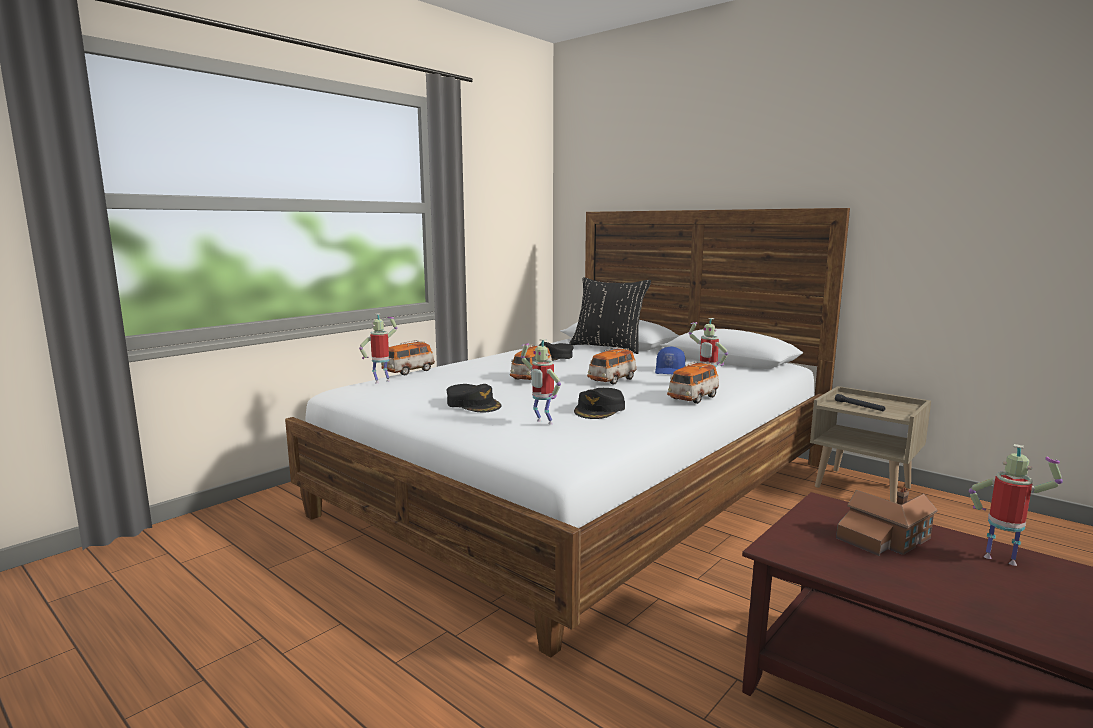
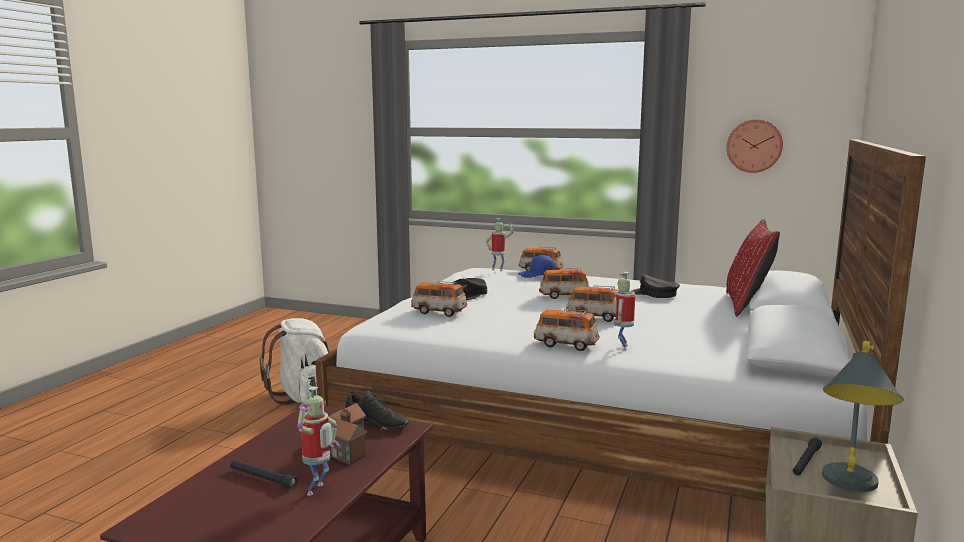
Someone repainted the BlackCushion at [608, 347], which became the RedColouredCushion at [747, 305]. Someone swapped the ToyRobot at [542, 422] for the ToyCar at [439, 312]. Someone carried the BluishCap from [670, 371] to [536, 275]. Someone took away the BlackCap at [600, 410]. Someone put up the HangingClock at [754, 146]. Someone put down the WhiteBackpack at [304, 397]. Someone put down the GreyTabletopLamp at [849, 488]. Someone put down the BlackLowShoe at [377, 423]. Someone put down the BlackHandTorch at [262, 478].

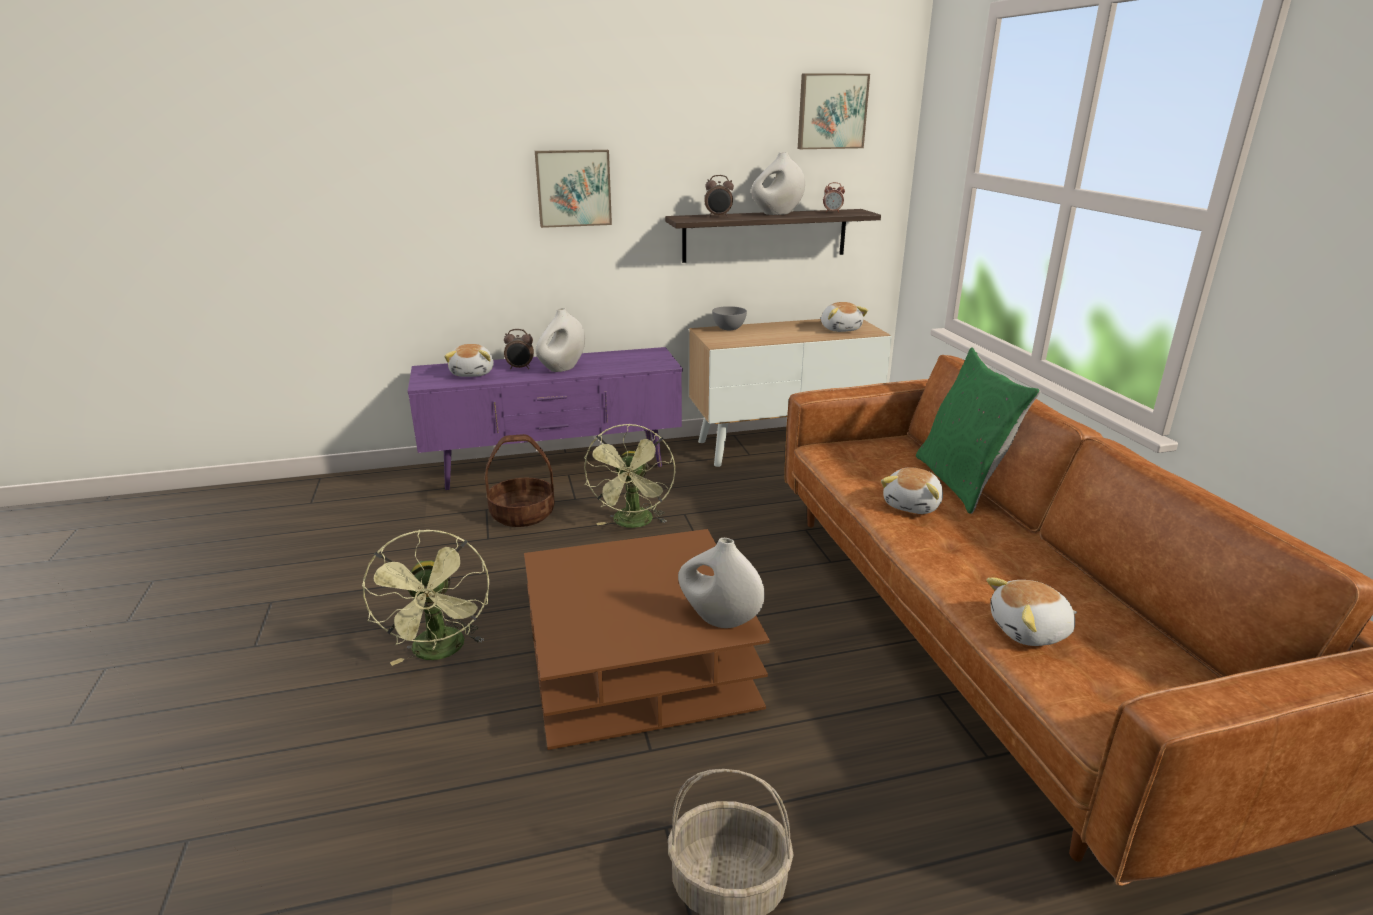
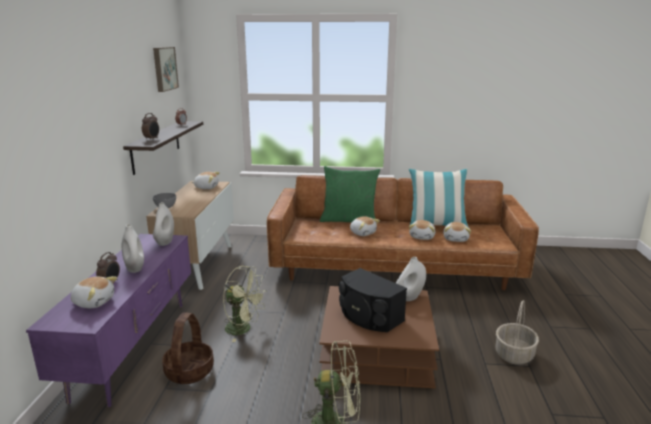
Someone took away the Picture at [573, 188]. Someone carried the WhiteFlowerVase from [777, 213] to [165, 242]. Someone put down the Cushion at [436, 225]. Someone put down the SoftToy at [422, 237]. Someone put down the BlackSpeaker at [369, 316].

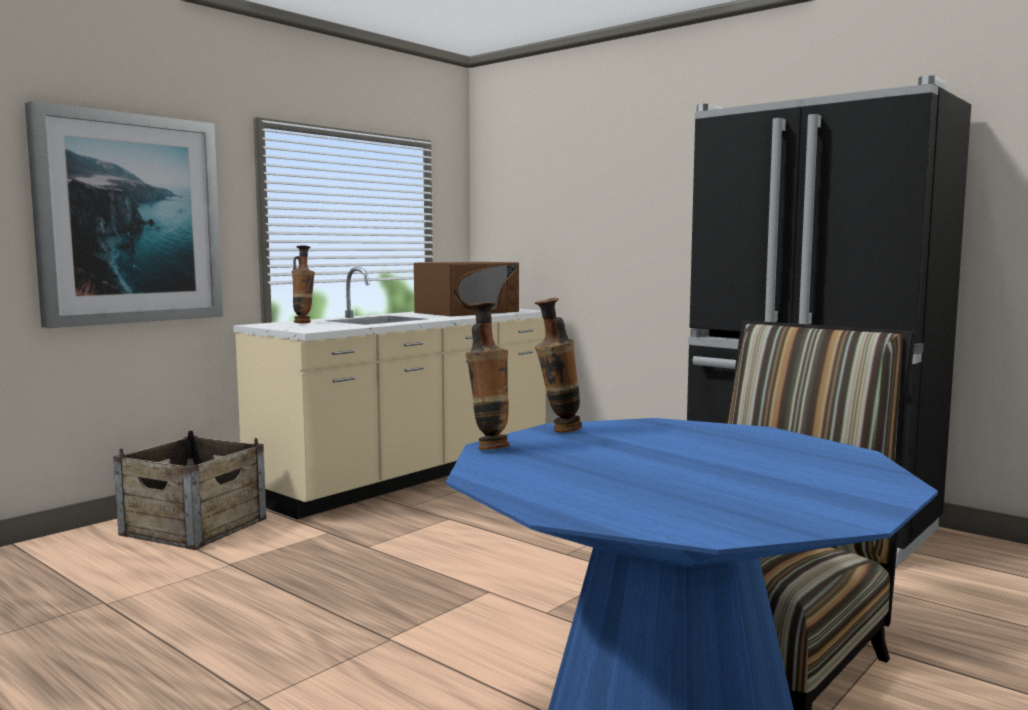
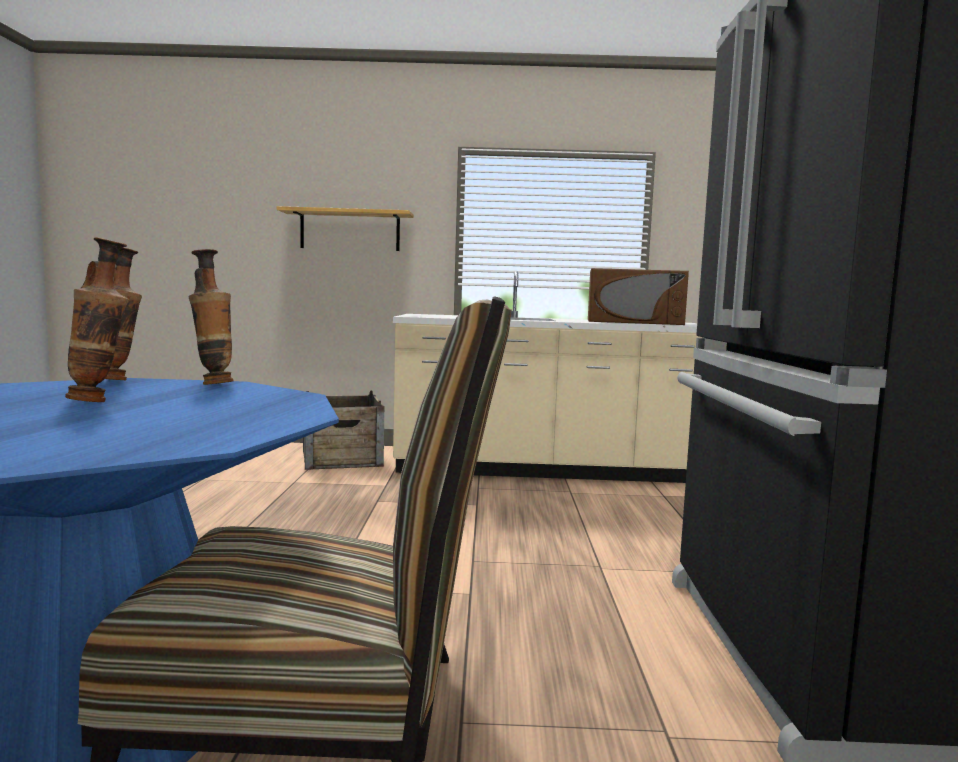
Someone swapped the Picture at [129, 219] for the BracketShelf at [350, 231]. Someone carried the FlowerVase from [304, 323] to [100, 401].

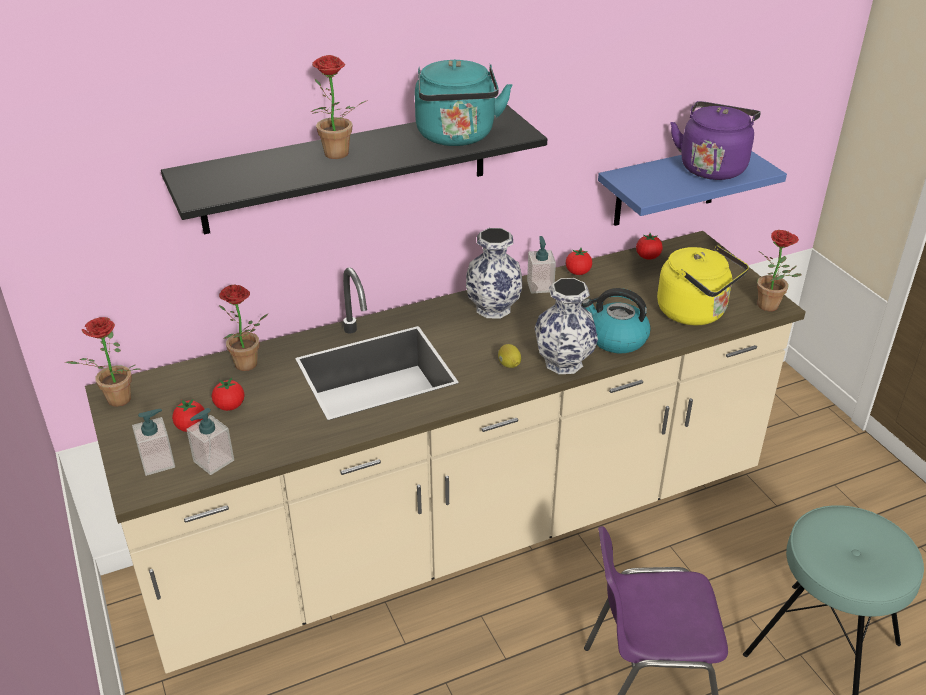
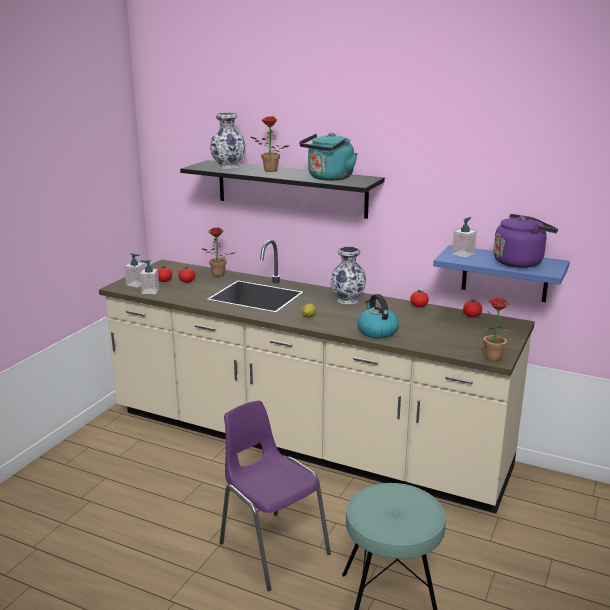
Someone carried the SoapBottle from [540, 286] to [463, 254]. Someone took away the YellowishTeaKettle at [695, 313]. Someone carried the FlowerVase from [564, 363] to [228, 166]. Someone took away the PottedPlant at [115, 402].

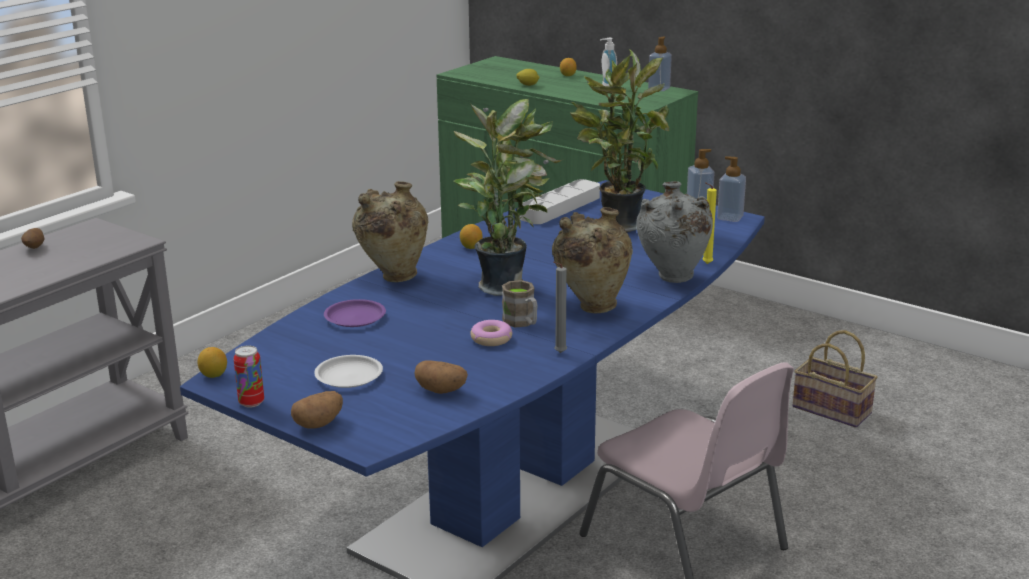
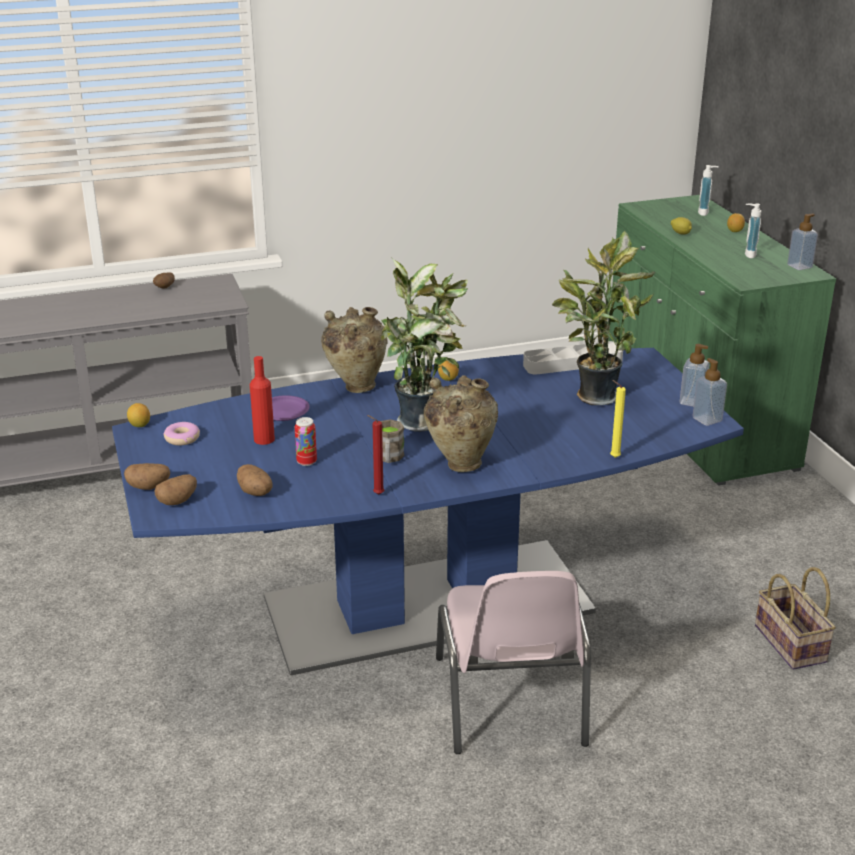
Someone took away the GreyFlowerVase at [672, 278]. Someone repainted the GreyCandle at [558, 353], which became the RedColouredCandle at [376, 494]. Someone carried the Donut from [491, 339] to [182, 438]. Someone carried the MetalCan from [251, 402] to [306, 462]. Someone took away the WhiteFlatDish at [349, 376]. Someone put down the SoapBottle at [705, 212]. Someone put down the RedColouredDrinkBottle at [264, 439]. Someone put down the WholePotato at [177, 501].

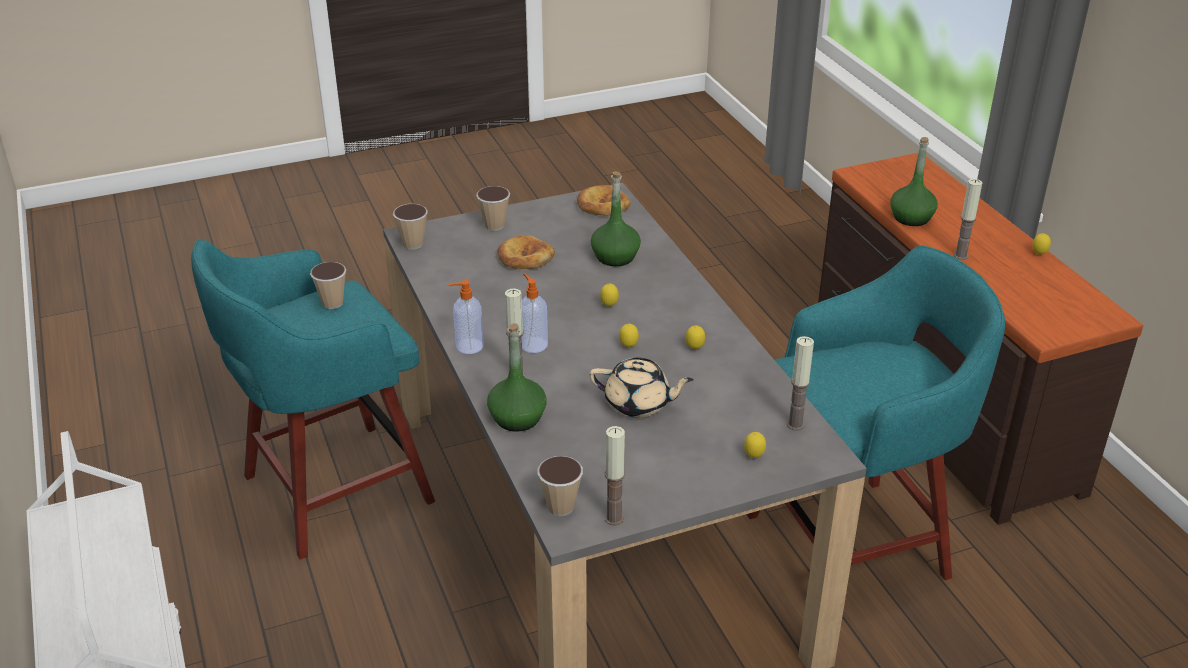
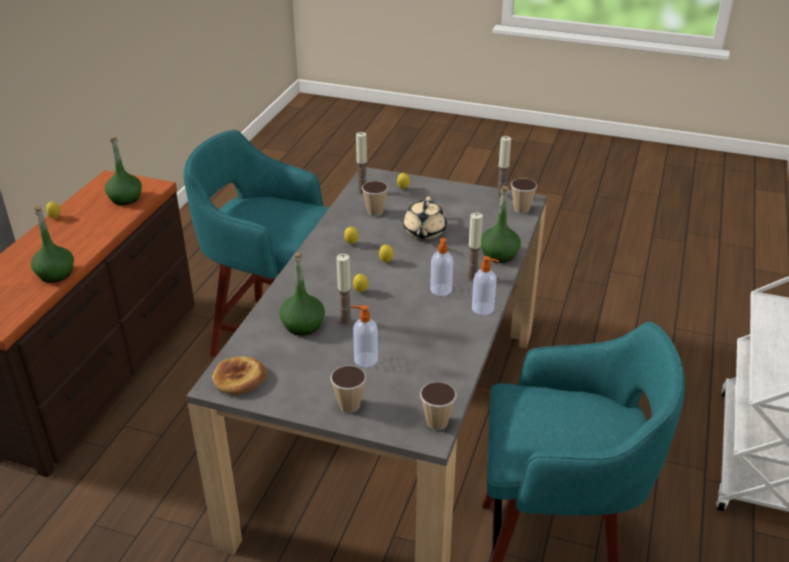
Someone carried the Candle from [961, 255] to [345, 321]. Someone swapped the BakedBread at [525, 257] for the SoapBottle at [365, 359]. Someone carried the Cup from [332, 303] to [375, 212]. Someone rotated the BeigePotForTea at [638, 404] by 135 degrees counterclockwise. Someone put down the GreenColouredDrinkBottle at [125, 198].

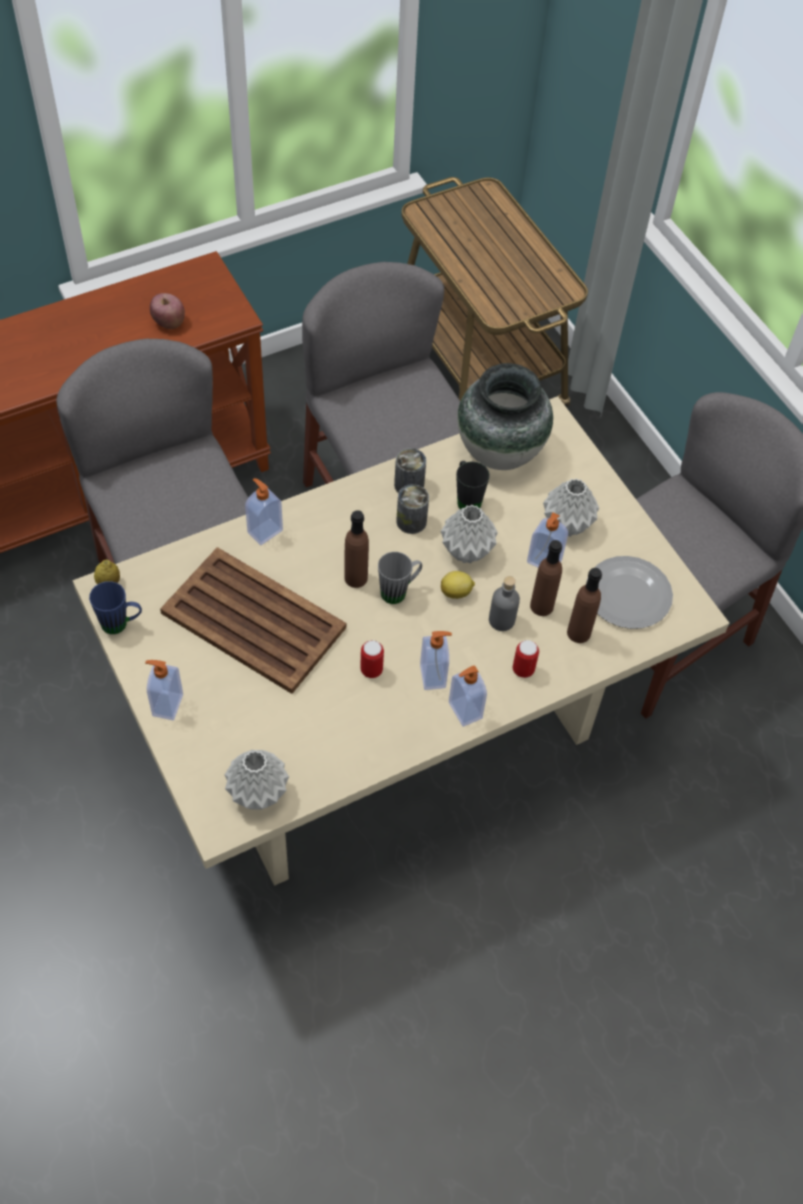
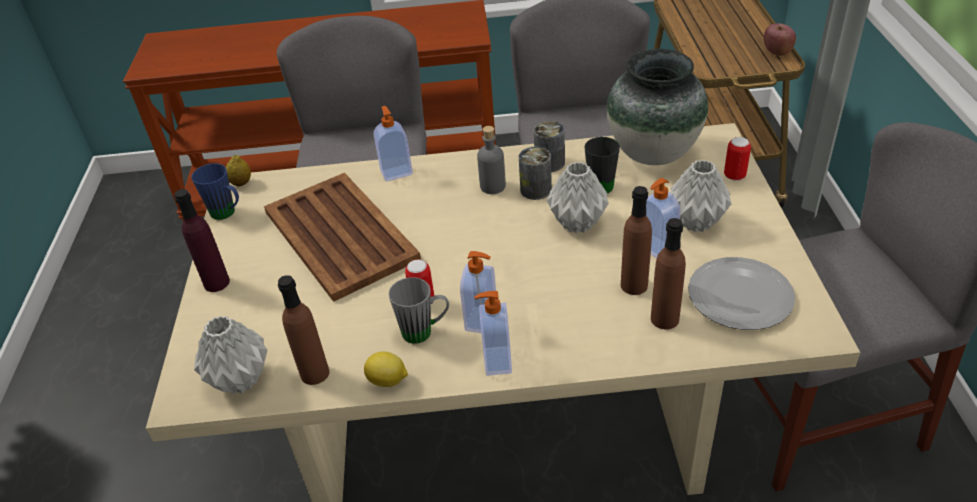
Someone carried the WholeApple from [169, 322] to [777, 52]. Someone carried the BrownColouredDrinkBottle from [356, 578] to [314, 373]. Someone carried the GreyTeaMug from [399, 591] to [424, 332]. Someone carried the CitrusFruit from [456, 592] to [388, 381]. Someone carried the GreyDrinkBottle from [501, 620] to [492, 186]. Someone carried the MetalCan from [523, 670] to [734, 176]. Someone swapped the SoapBottle at [166, 705] for the PurpleColouredDrinkBottle at [216, 283].

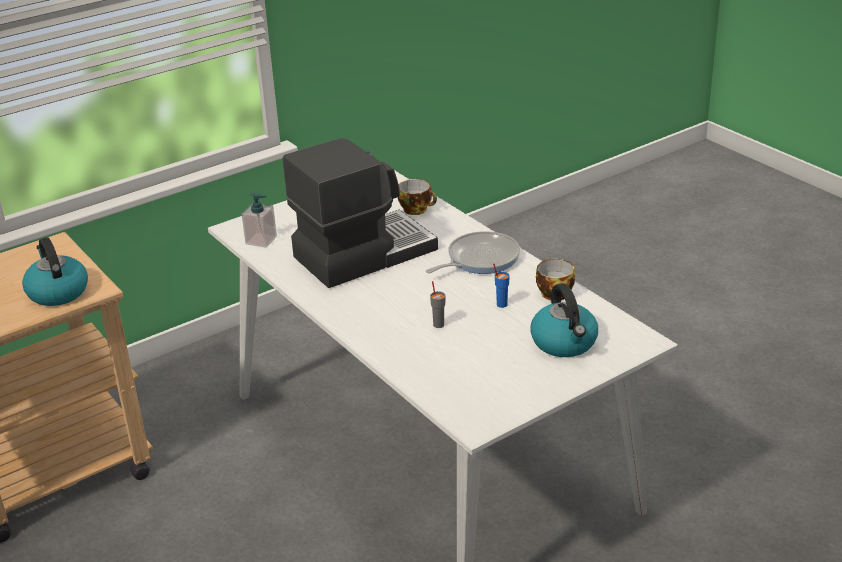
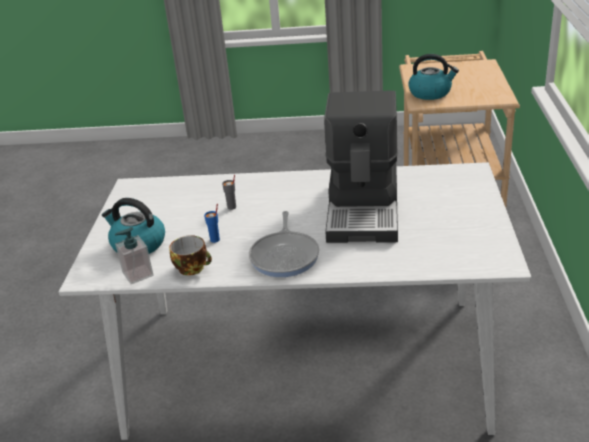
Someone took away the Cup at [417, 209]. Someone carried the SoapBottle from [261, 240] to [137, 274].

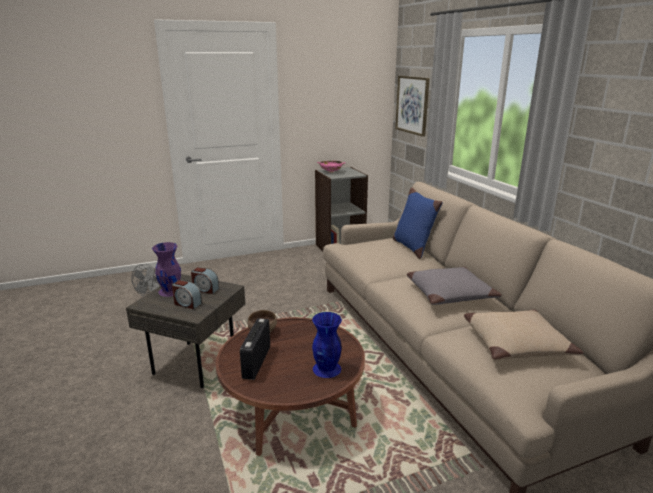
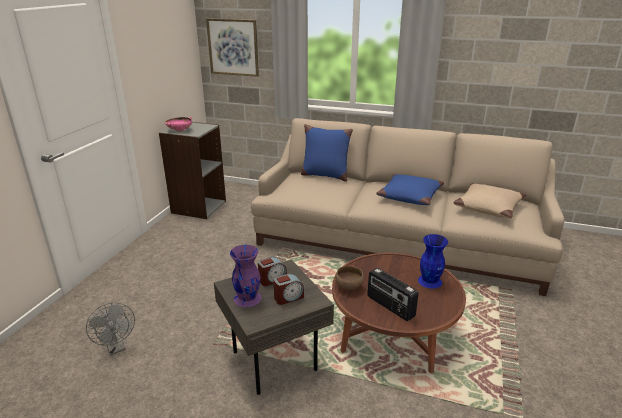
Someone repainted the GreyCushion at [449, 294], which became the BluishCushion at [409, 196].

